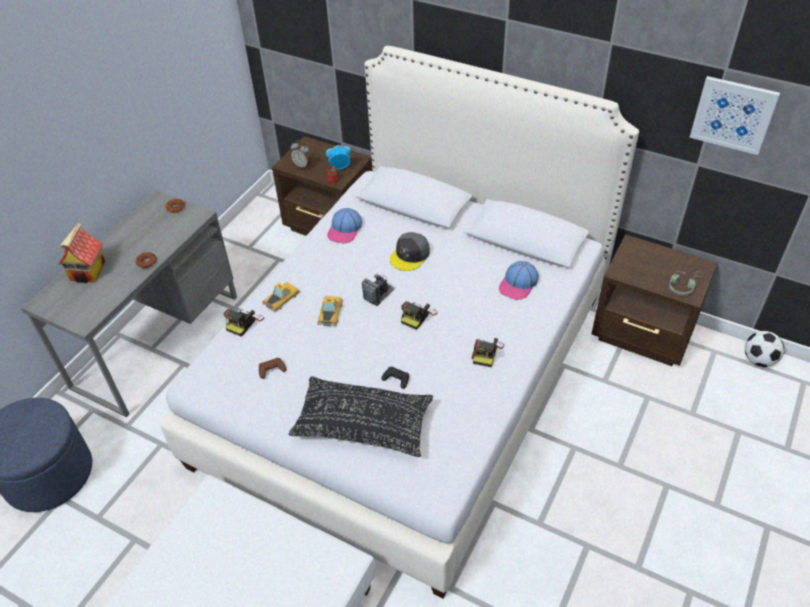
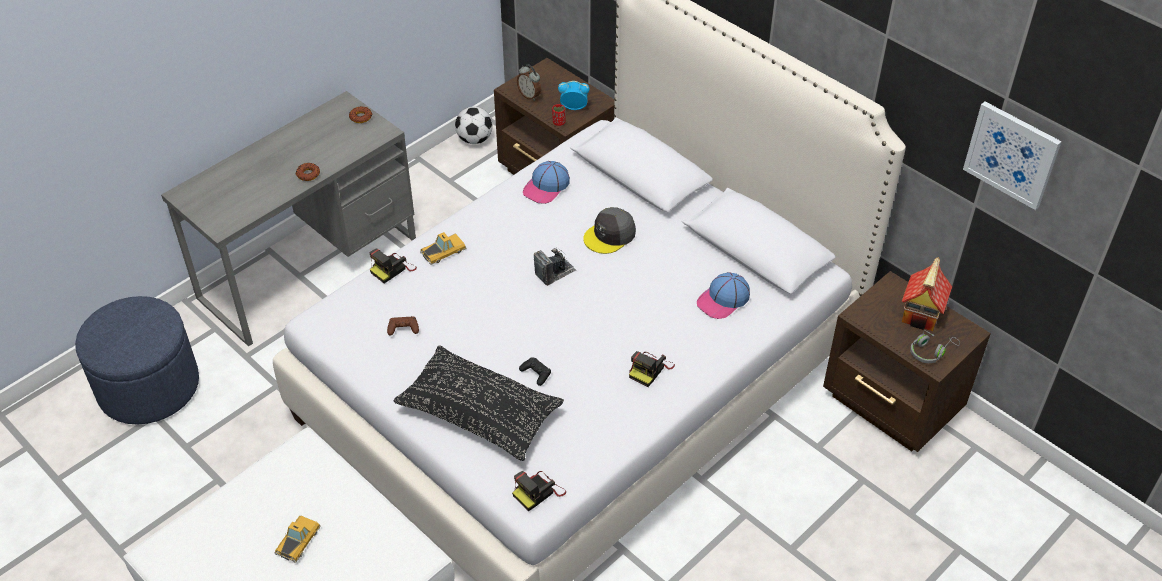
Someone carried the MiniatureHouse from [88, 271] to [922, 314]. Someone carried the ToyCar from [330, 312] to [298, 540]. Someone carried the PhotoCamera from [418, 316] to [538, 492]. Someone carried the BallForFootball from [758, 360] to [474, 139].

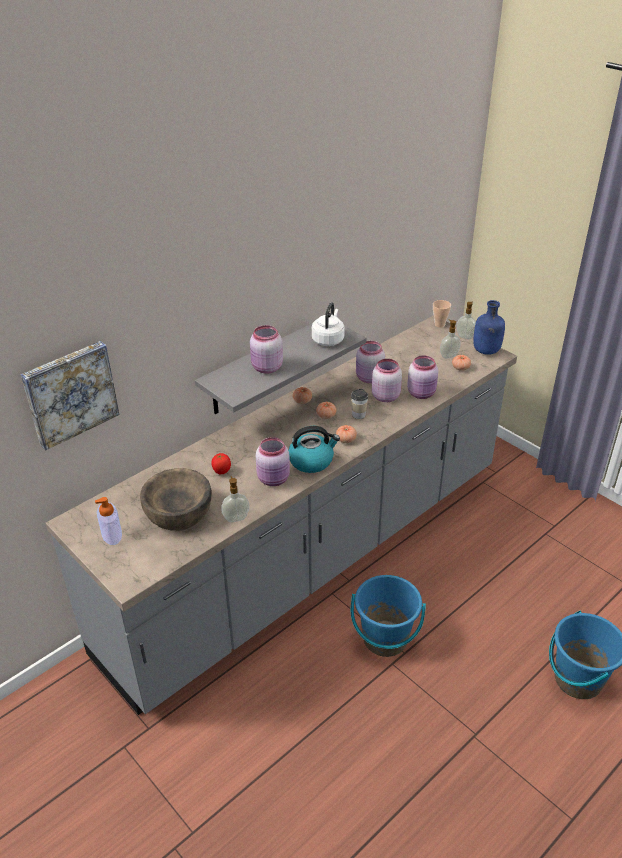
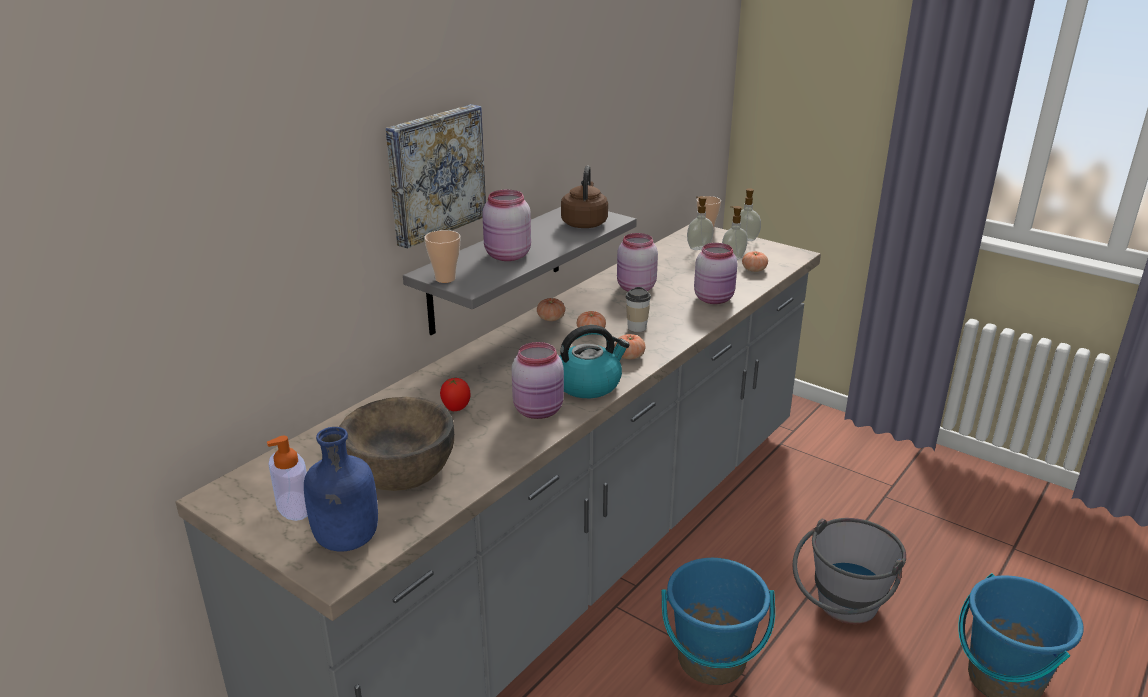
Someone carried the BluishDrinkBottle from [486, 351] to [346, 541]. Someone repainted the WhiteTeaKettle at [328, 339], which became the BrownColouredTeaKettle at [584, 223]. Someone carried the Picture from [70, 393] to [434, 173]. Someone took away the PinkJar at [385, 396]. Someone carried the SoapBottle from [236, 518] to [698, 248]. Someone put down the Cup at [445, 279]. Someone put down the GreyPail at [841, 610].

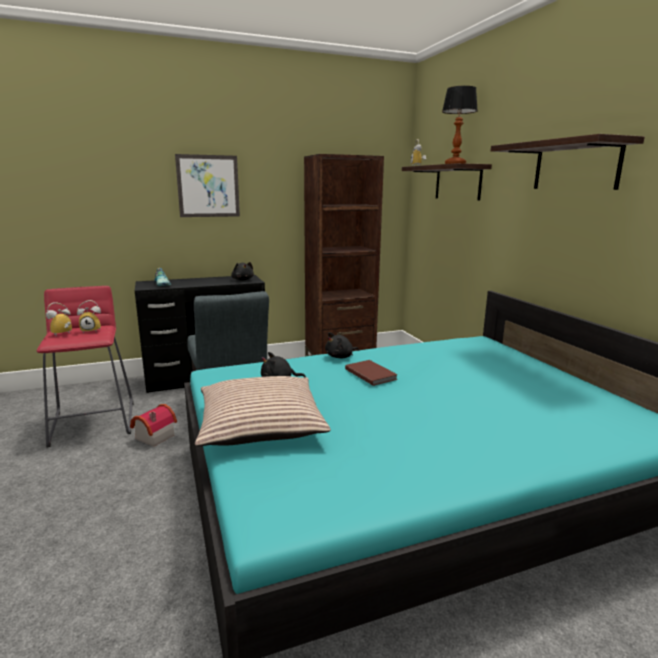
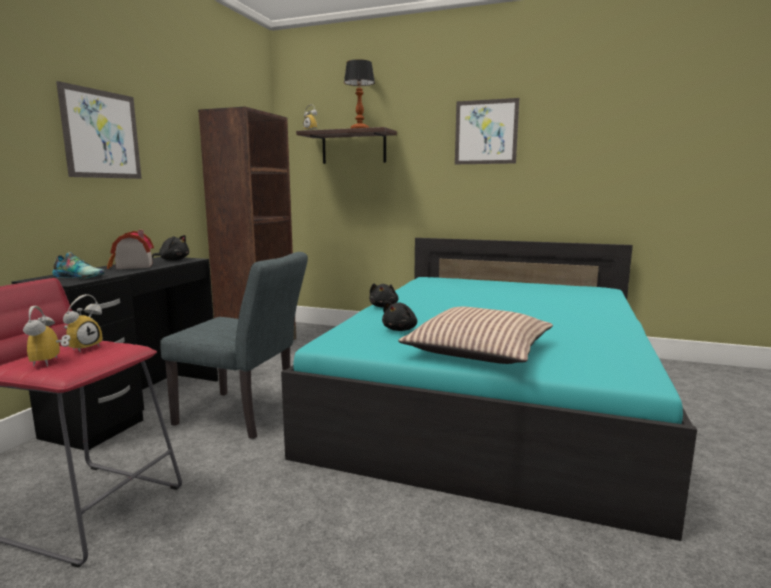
Someone swapped the BracketShelf at [575, 166] for the Picture at [486, 132]. Someone took away the BrownColouredVolume at [371, 374]. Someone carried the MiniatureHouse from [152, 437] to [131, 266].

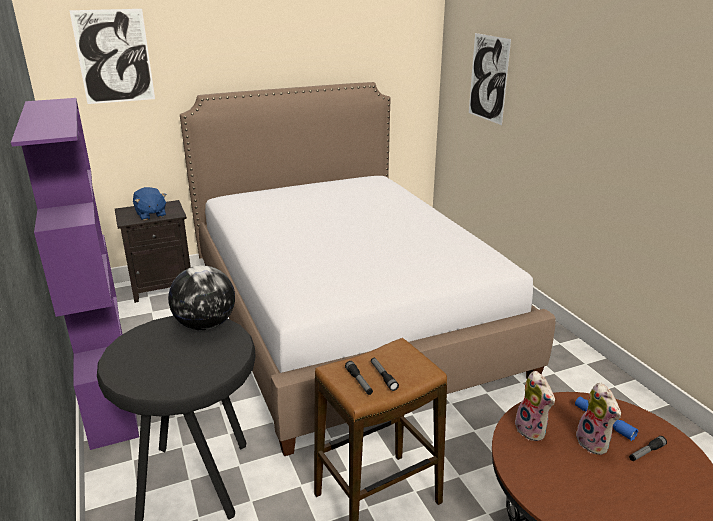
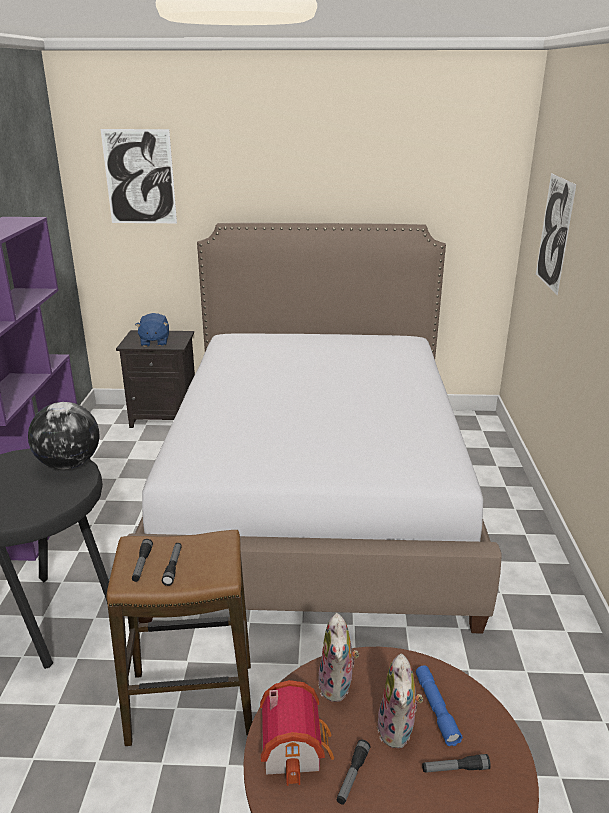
Someone put down the MiniatureHouse at [296, 747]. Someone put down the HandTorch at [352, 776].

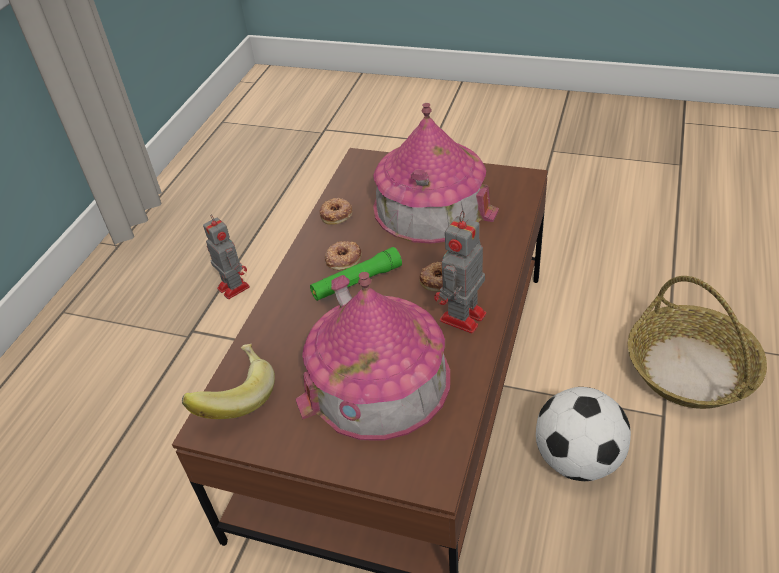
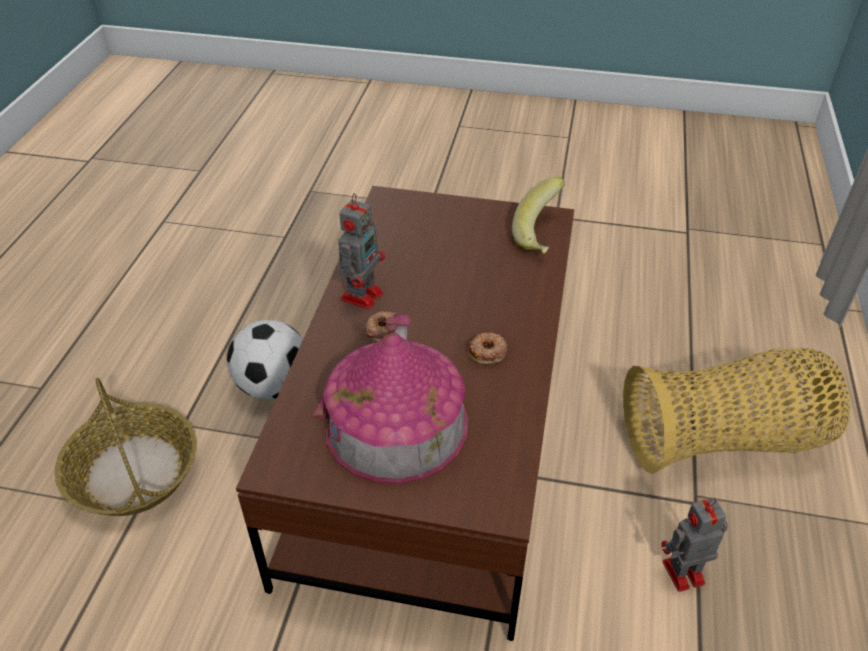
Someone took away the Donut at [336, 214]. Someone rotated the ToyRobot at [232, 287] by 120 degrees clockwise. Someone took away the GreenColouredHandTorch at [356, 282]. Someone took away the MiniatureHouse at [378, 379]. Someone put down the Basket at [724, 440].

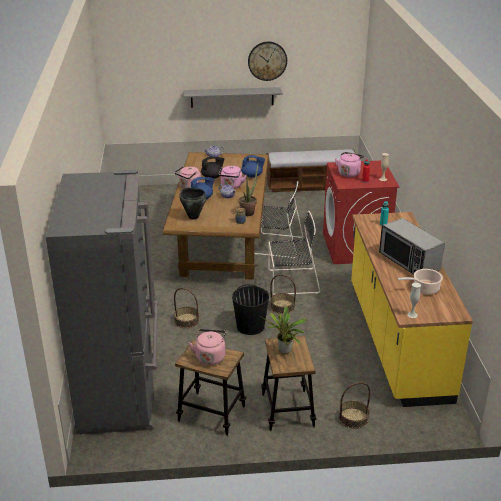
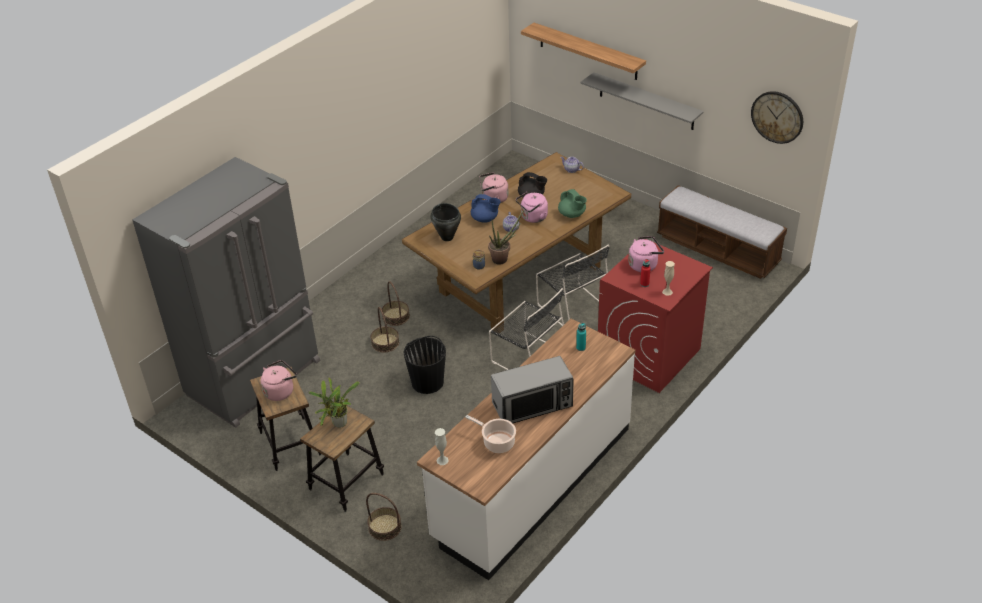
Someone carried the HangingClock from [267, 61] to [777, 117]. Someone repainted the BluishPotForTea at [252, 176], which became the GreenColouredPotForTea at [572, 214]. Someone repainted the YellowishKitchenBaseUnit at [396, 340], which became the WhiteKitchenBaseUnit at [532, 482]. Someone rotated the KitchenMicrowave at [409, 262] by 120 degrees counterclockwise. Someone carried the Basket from [282, 306] to [395, 316]. Someone put up the BracketShelf at [588, 51].

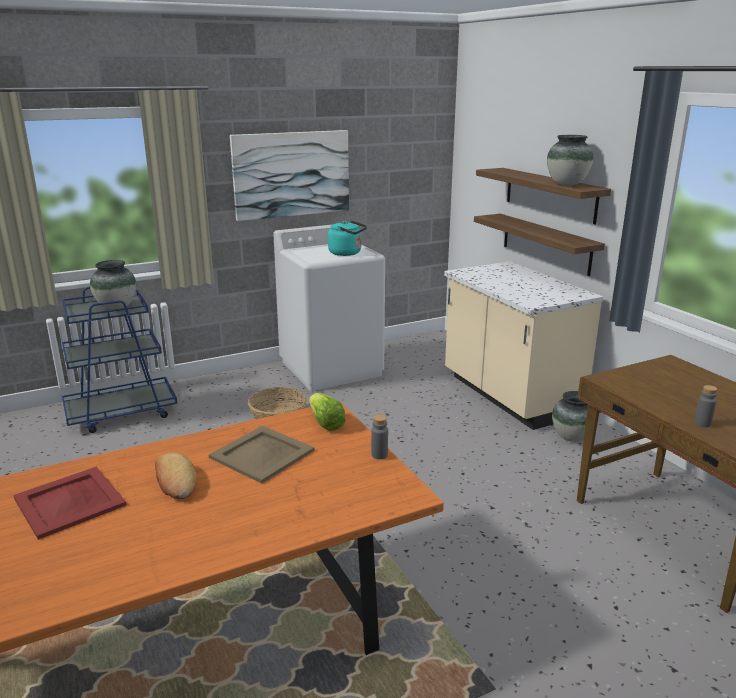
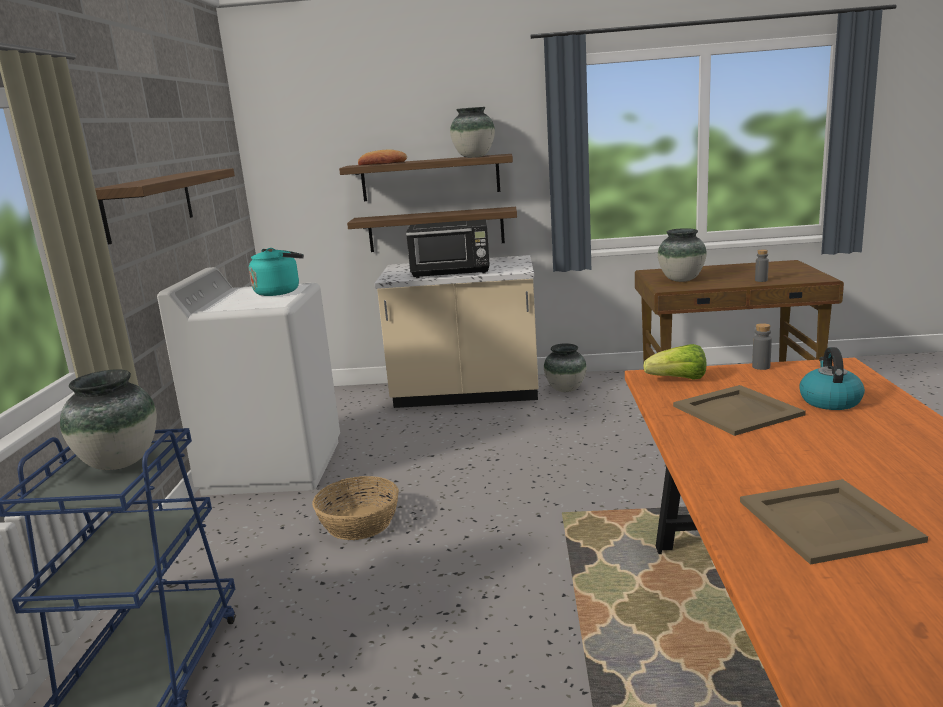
Someone swapped the Picture at [291, 174] for the BracketShelf at [149, 204]. Someone carried the BakedBread from [175, 481] to [382, 163]. Someone repainted the RedColouredServingTray at [70, 501], which became the BeigeServingTray at [825, 520]. Someone put down the BlackKitchenMicrowave at [452, 272]. Someone put down the FlowerVase at [681, 280]. Someone put down the TeaKettle at [829, 401].

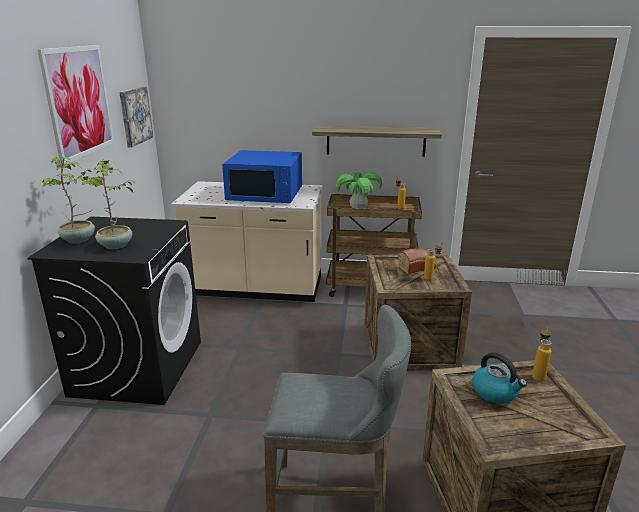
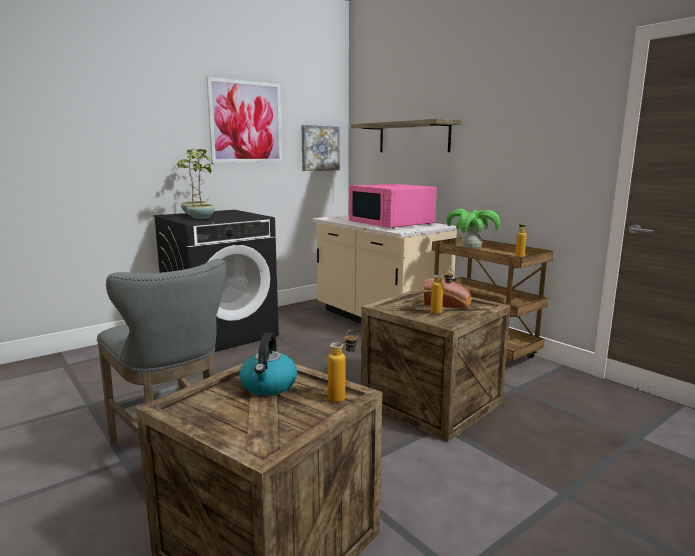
Someone carried the BracketShelf from [375, 141] to [413, 137]. Someone repainted the BluishKitchenMicrowave at [266, 194], which became the PinkKitchenMicrowave at [391, 223].

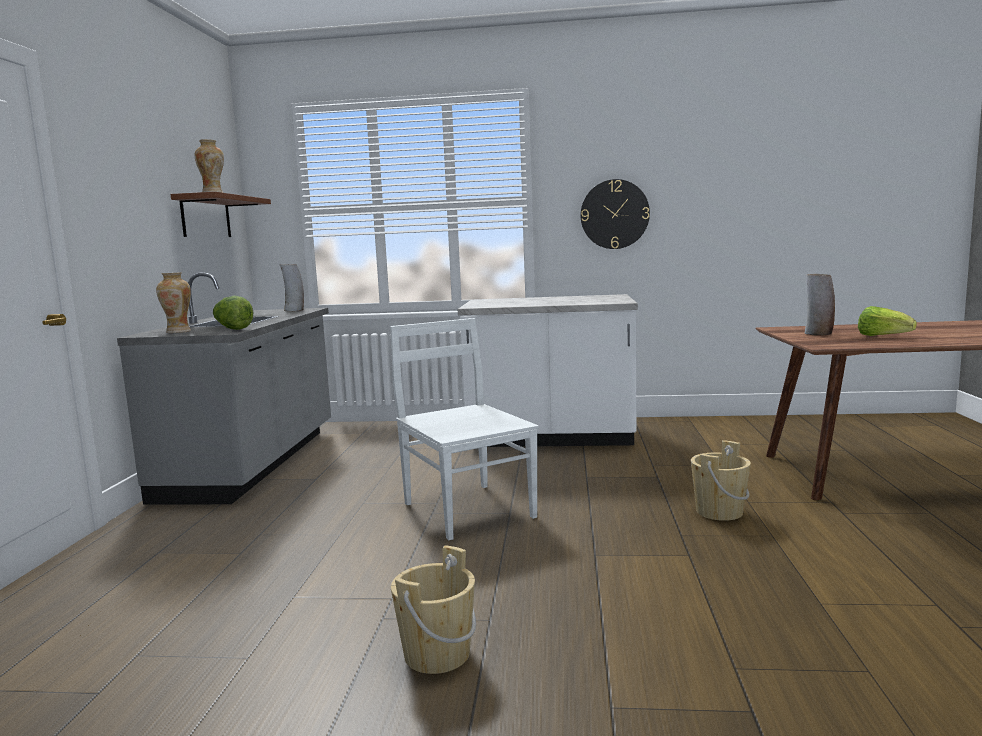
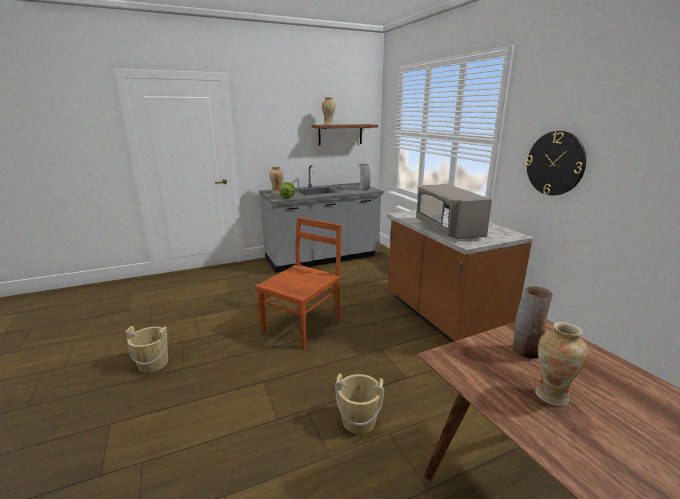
Someone repainted the WhiteKitchenBaseUnit at [551, 437], which became the BrownColouredKitchenBaseUnit at [443, 317]. Someone swapped the Lettuce at [882, 336] for the FlowerVase at [551, 395]. Someone repainted the WhitePlainChair at [467, 509], which became the BrownColouredPlainChair at [303, 325]. Someone put down the GreyKitchenMicrowave at [447, 229].

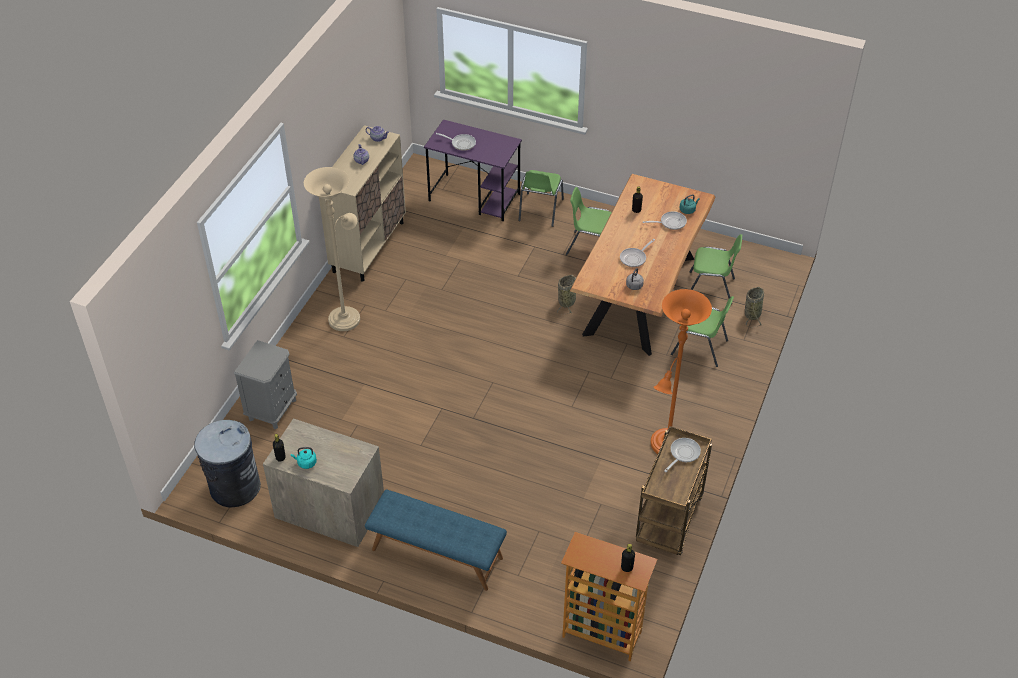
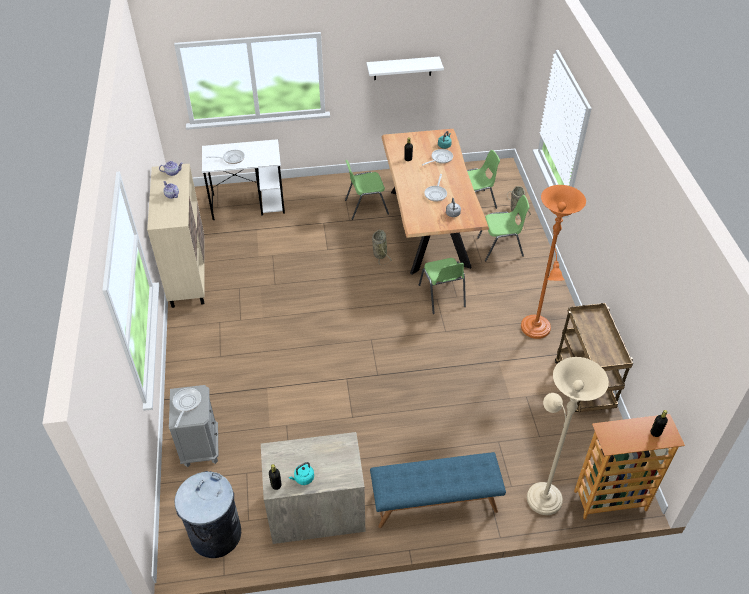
Someone repainted the PurpleColouredDesk at [475, 197], which became the WhiteDesk at [248, 204]. Someone carried the BeigeStandingLamp from [346, 316] to [542, 494]. Someone carried the GreenColouredPlainChair from [540, 210] to [442, 296]. Someone carried the Skillet from [683, 454] to [186, 404]. Someone put up the WhiteBracketShelf at [402, 68].

